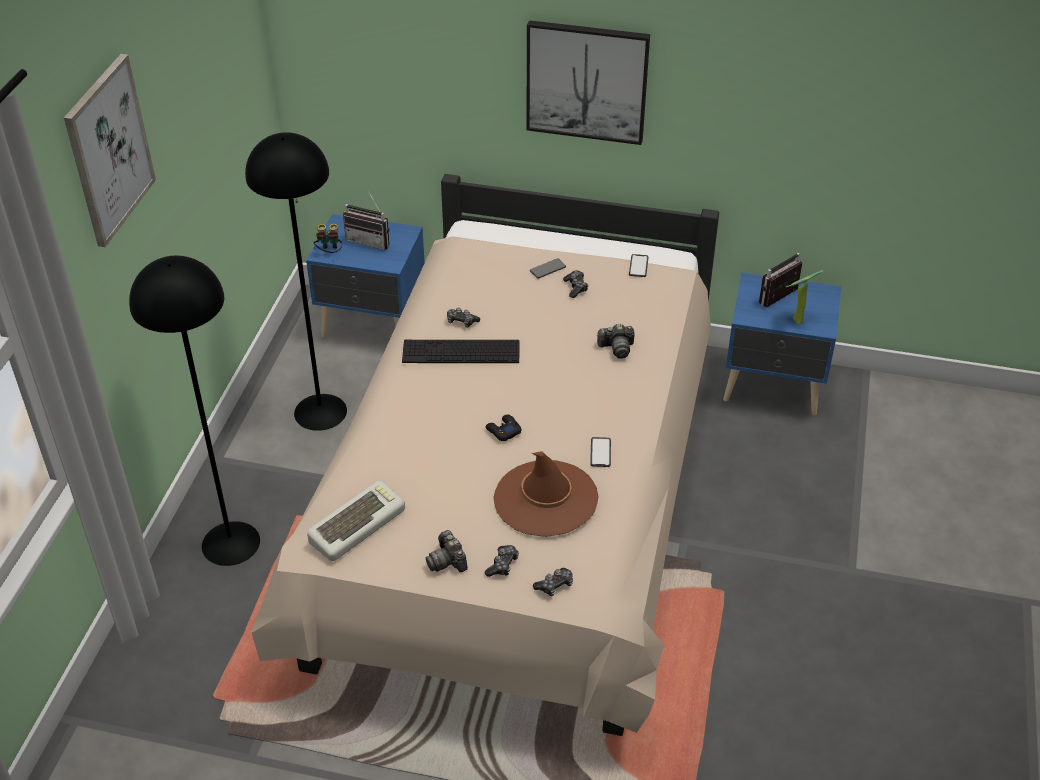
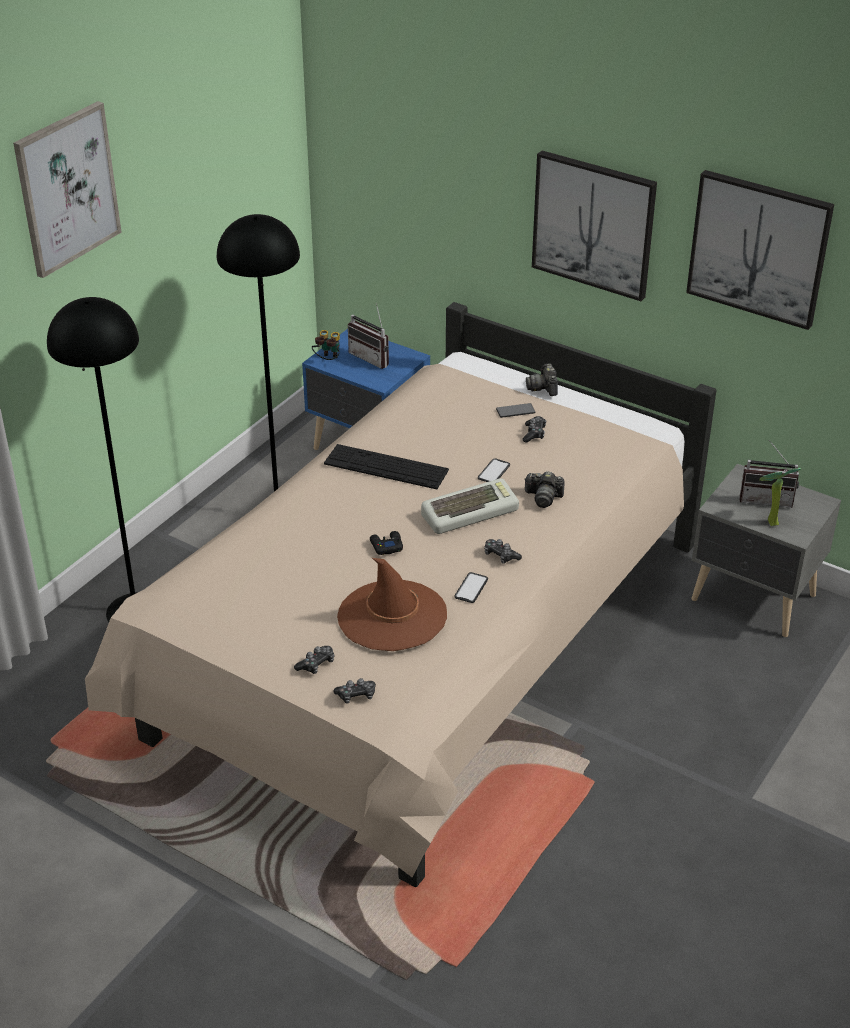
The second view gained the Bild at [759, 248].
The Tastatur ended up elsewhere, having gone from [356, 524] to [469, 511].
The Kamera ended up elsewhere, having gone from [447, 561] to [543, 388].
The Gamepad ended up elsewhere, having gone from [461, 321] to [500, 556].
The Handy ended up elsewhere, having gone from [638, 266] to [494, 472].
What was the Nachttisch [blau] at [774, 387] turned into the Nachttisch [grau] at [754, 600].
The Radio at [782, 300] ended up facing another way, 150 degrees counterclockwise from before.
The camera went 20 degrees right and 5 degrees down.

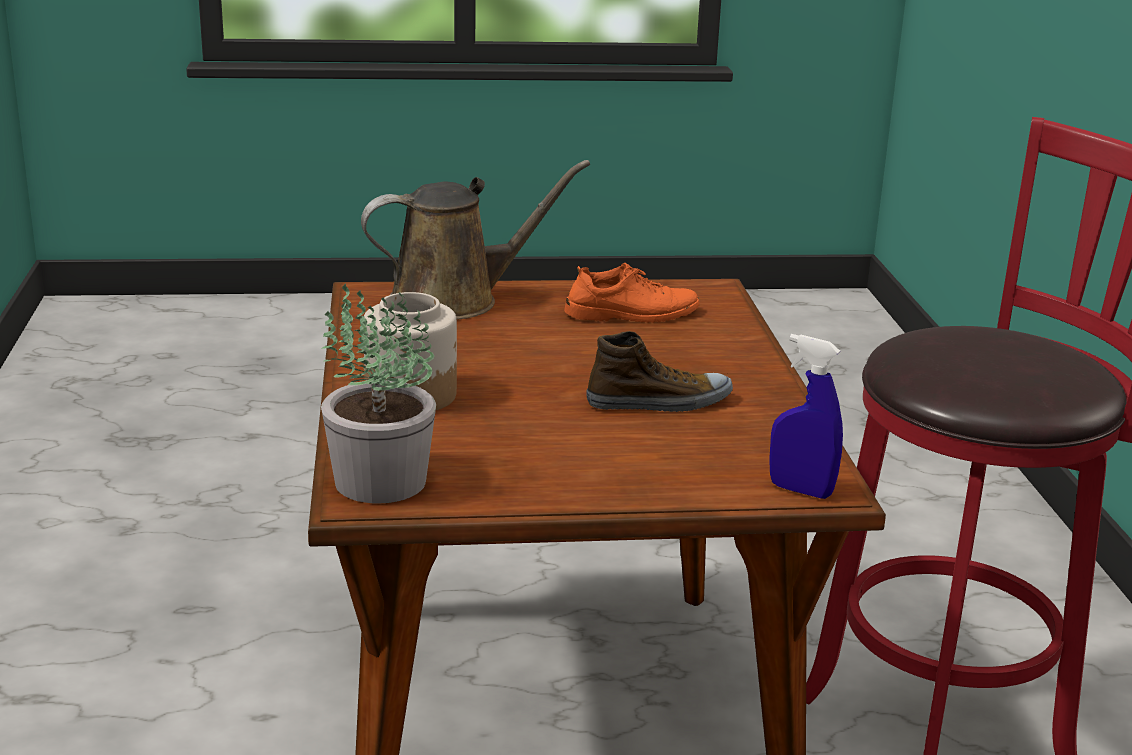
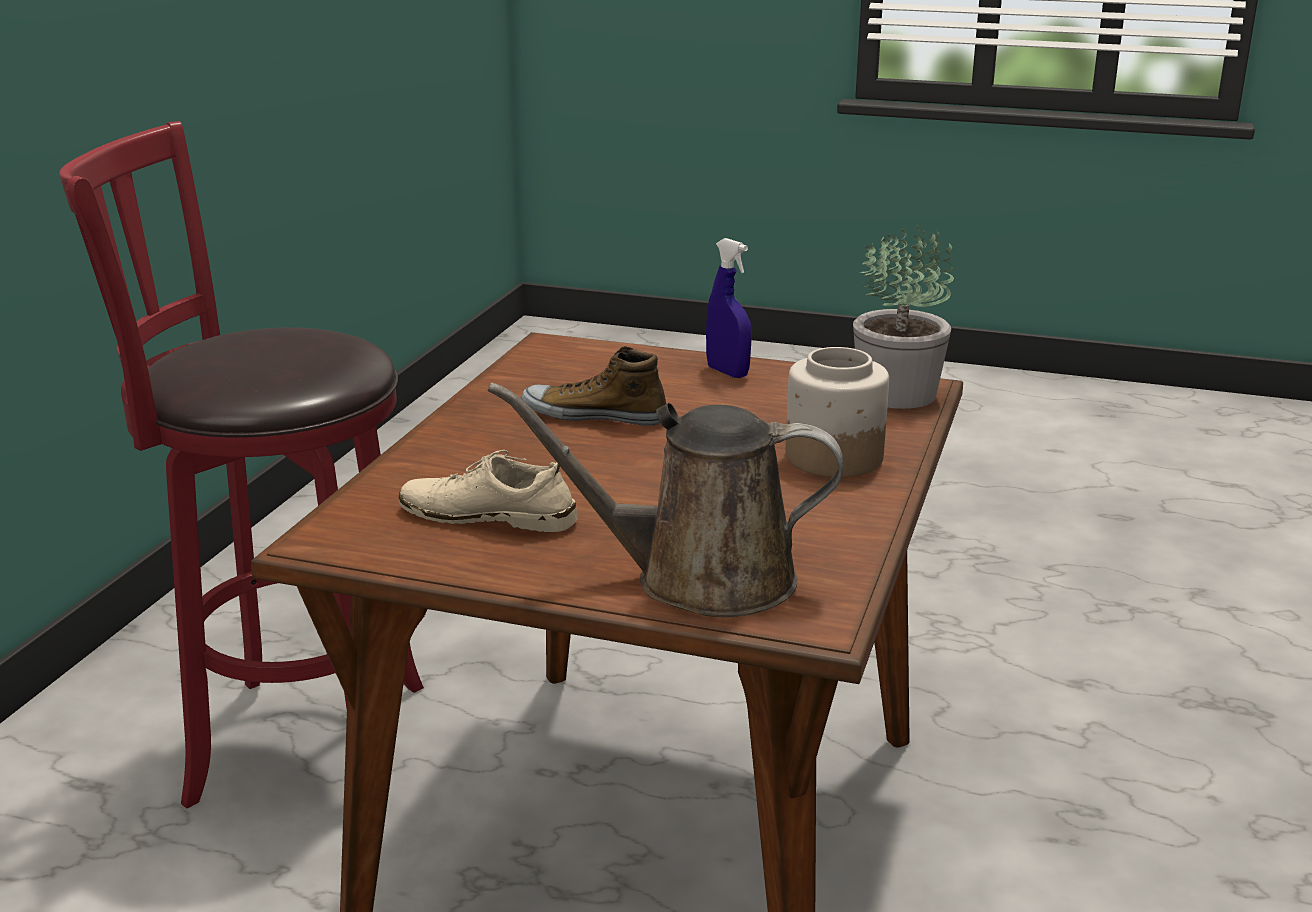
The Sprühflasche [blau] ended up elsewhere, having gone from [800, 490] to [727, 372].
What was the Schuh [orange] at [632, 314] turned into the Schuh [beige] at [488, 515].
The camera went 155 degrees left and 0 degrees up.

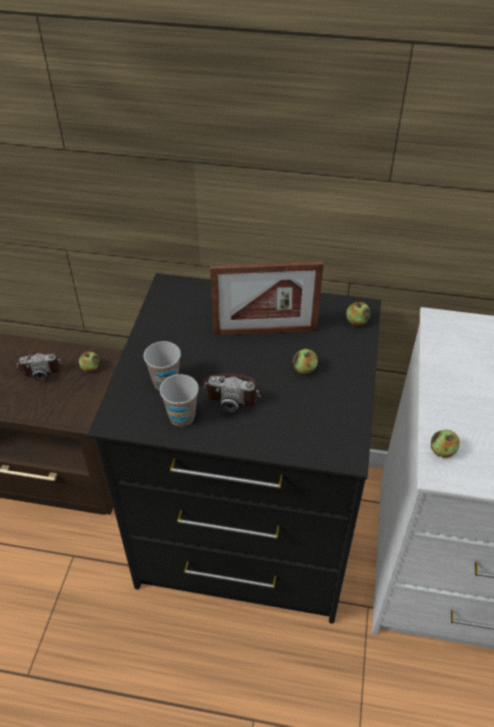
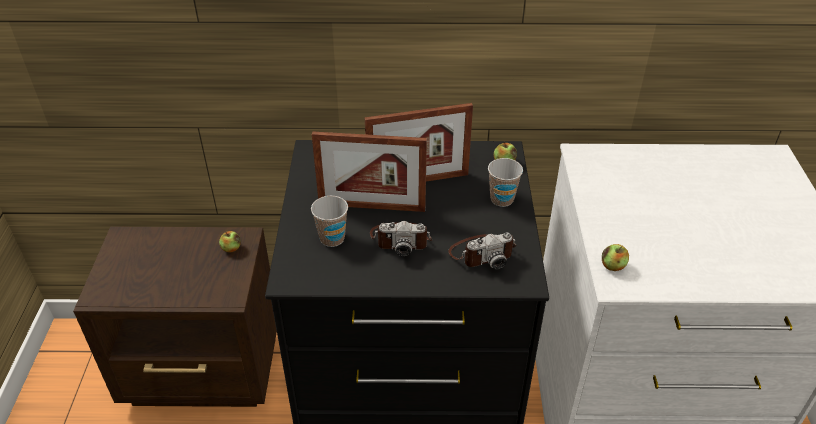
The second view lost the Apfel at [304, 369].
The second view gained the Bilderrahmen at [371, 207].
The Kamera ended up elsewhere, having gone from [40, 367] to [482, 253].
The Tasse ended up elsewhere, having gone from [182, 417] to [502, 199].
The camera went 10 degrees left and 5 degrees down.

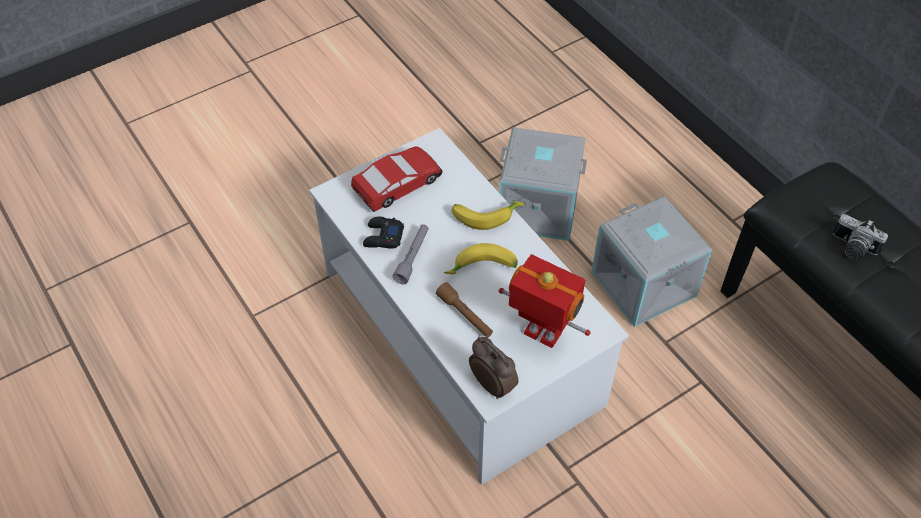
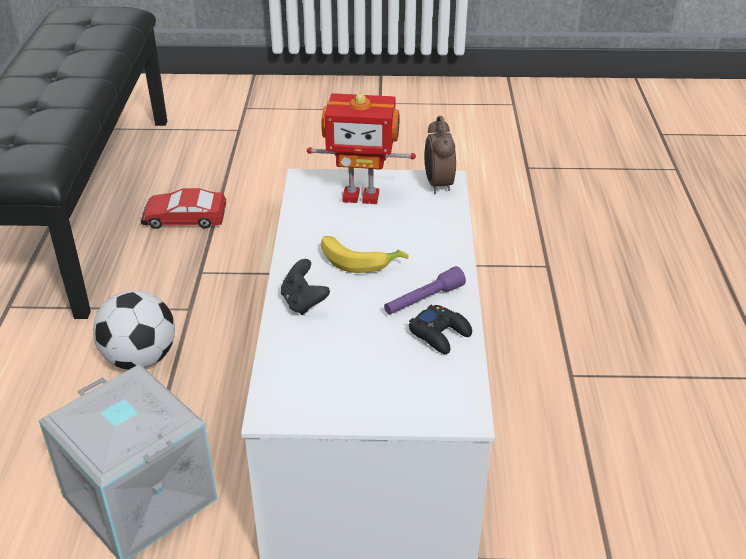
The second view lost the Taschenlampe [braun] at [465, 315].
The second view lost the Kamera at [852, 248].
The Spielzeugauto ended up elsewhere, having gone from [398, 184] to [184, 218].
Where the Banane stood at [485, 215], the Gamepad [schwarz] came to stand at [303, 302].
Where the Aufbewahrungsbox [grau] stood at [645, 283], the Fußball came to stand at [140, 359].
What was the Taschenlampe [grau] at [412, 257] turned into the Taschenlampe [lila] at [423, 300].
The Spielzeugroboter at [541, 335] ended up facing another way, 60 degrees counterclockwise from before.
The camera went 145 degrees left and 15 degrees down.

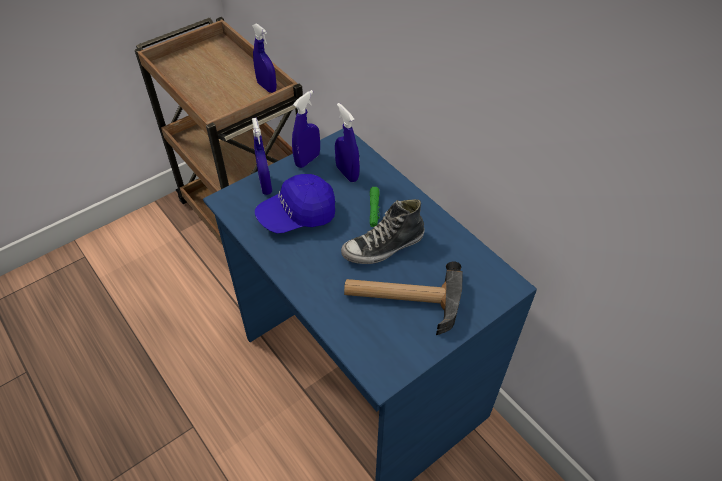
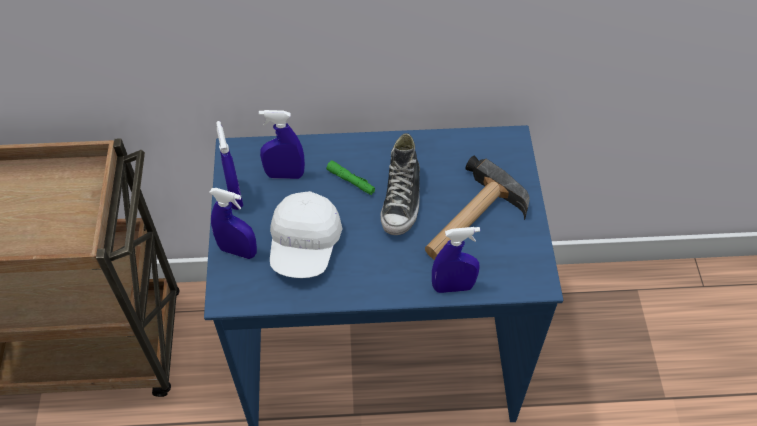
The Sprühflasche [blau] ended up elsewhere, having gone from [267, 87] to [453, 287].
What was the Kappe [blau] at [297, 215] turned into the Kappe [weiß] at [305, 245].
The camera went 55 degrees left and 5 degrees up.

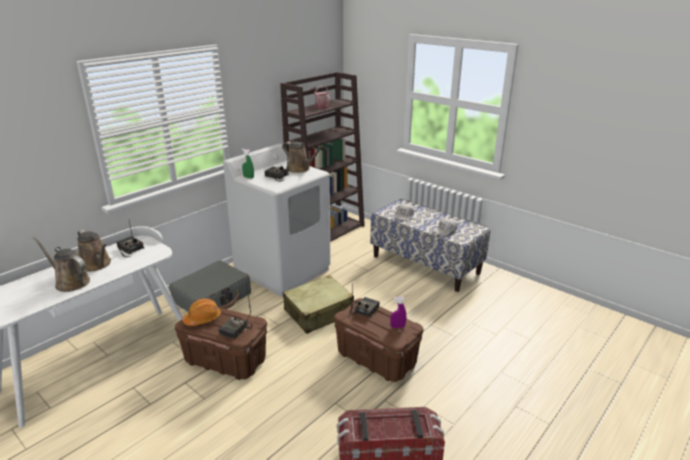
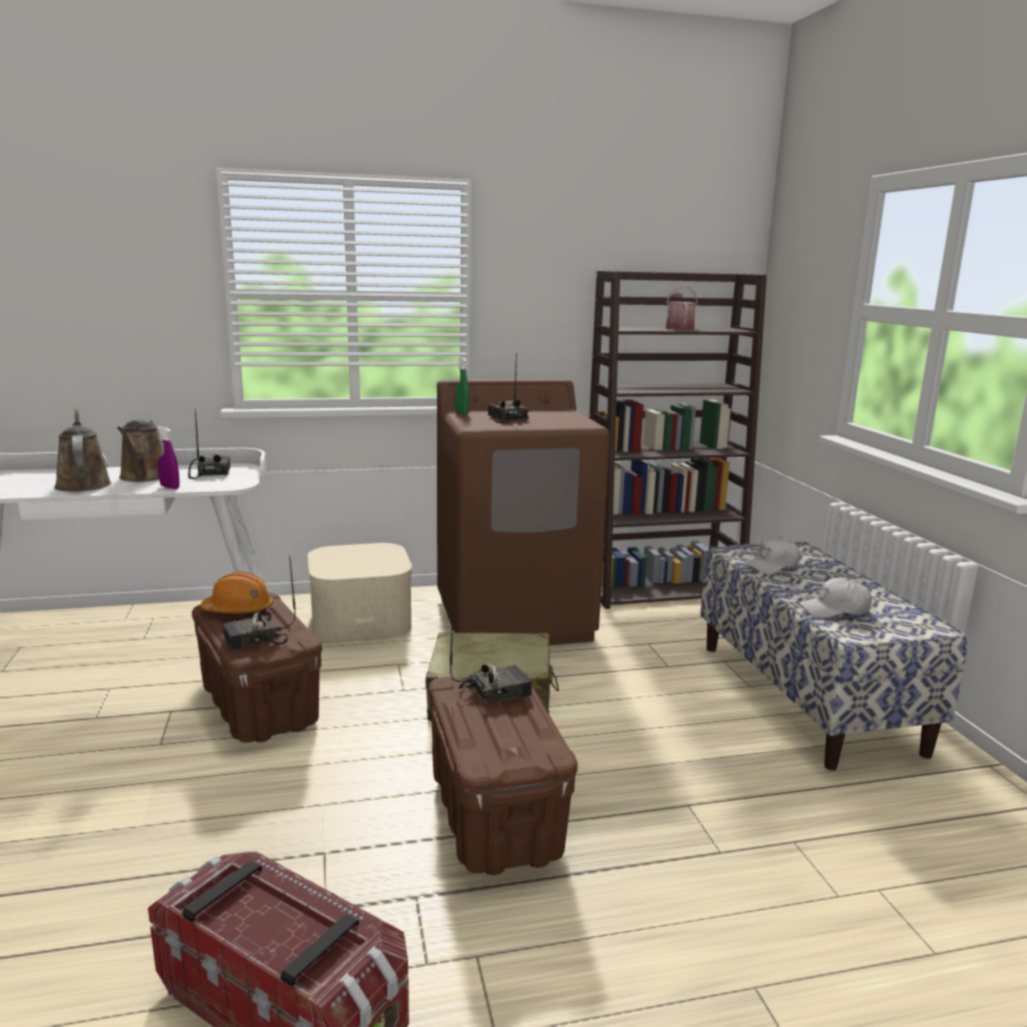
The second view lost the Gießkanne [braun] at [300, 169].
The Sprühflasche [lila] ended up elsewhere, having gone from [397, 327] to [170, 487].
Where the Koffer [grau] stood at [212, 298], the Aufbewahrungsbox [beige] came to stand at [361, 619].
What was the Waschmaschine [weiß] at [283, 270] turned into the Waschmaschine [braun] at [515, 618].
The camera went 35 degrees right and 10 degrees down.

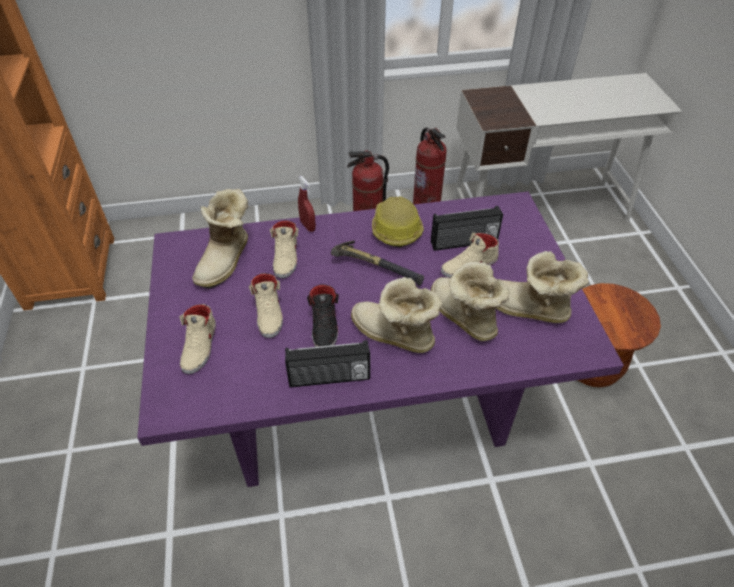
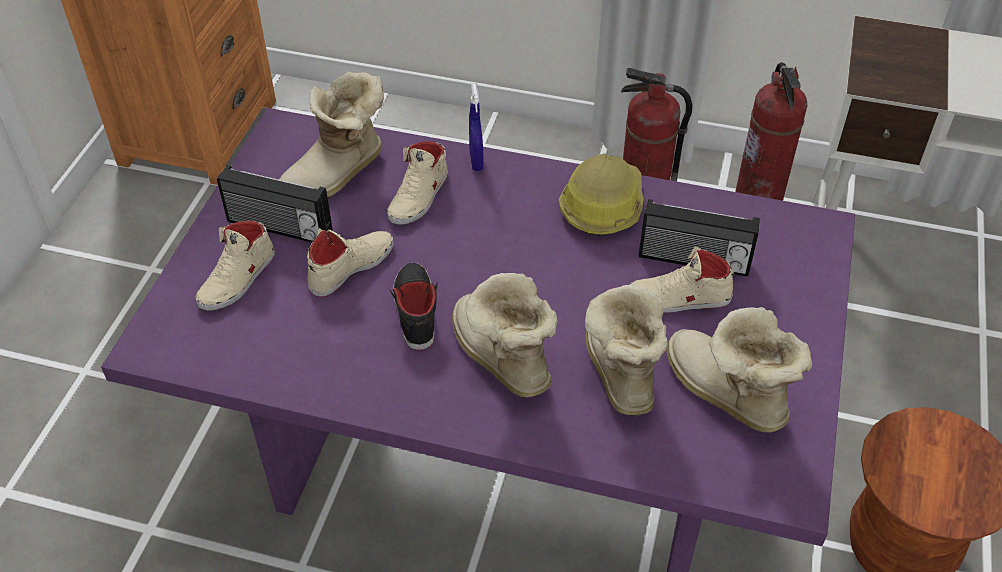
The second view lost the Hammer at [377, 267].
The Radio ended up elsewhere, having gone from [329, 378] to [279, 228].
What was the Sprühflasche [rot] at [308, 226] turned into the Sprühflasche [blau] at [476, 161].
The Schuh [beige] at [269, 313] ended up facing another way, 150 degrees counterclockwise from before.
The Schuh [schwarz] at [325, 325] ended up facing another way, 150 degrees clockwise from before.
The camera went 25 degrees right and 0 degrees up.

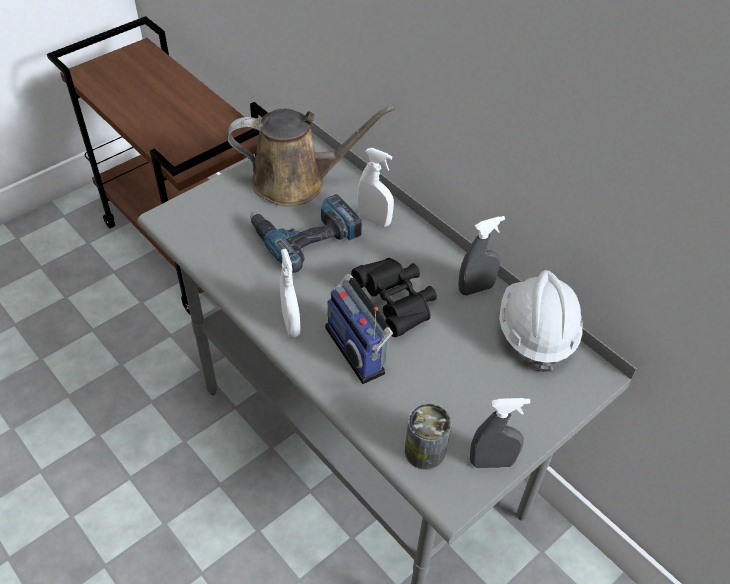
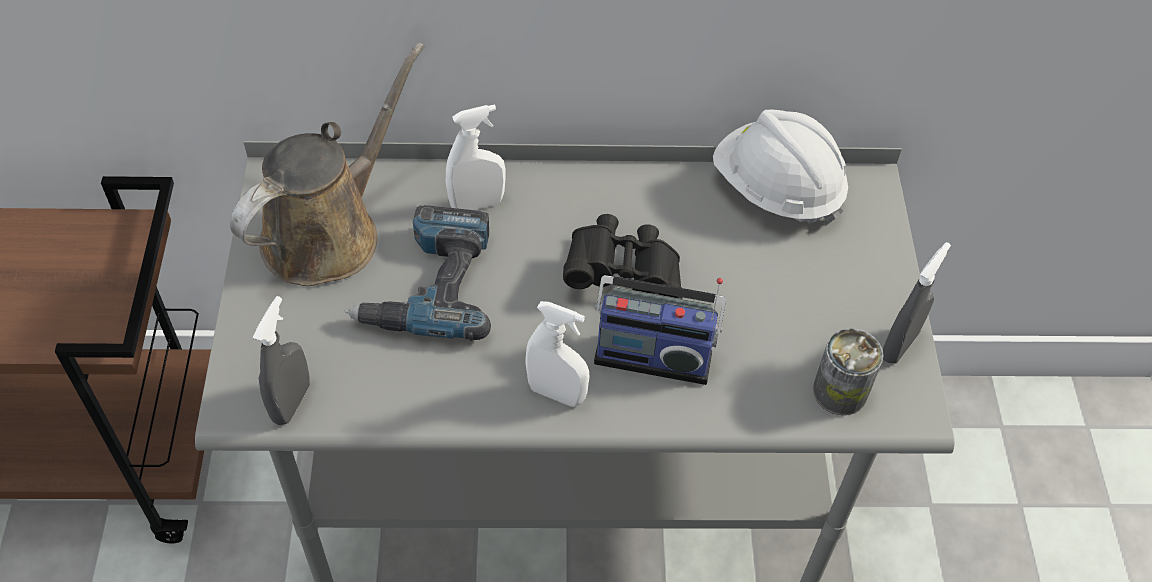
The Sprühflasche [grau] ended up elsewhere, having gone from [475, 289] to [291, 402].
The camera went 50 degrees left and 5 degrees up.

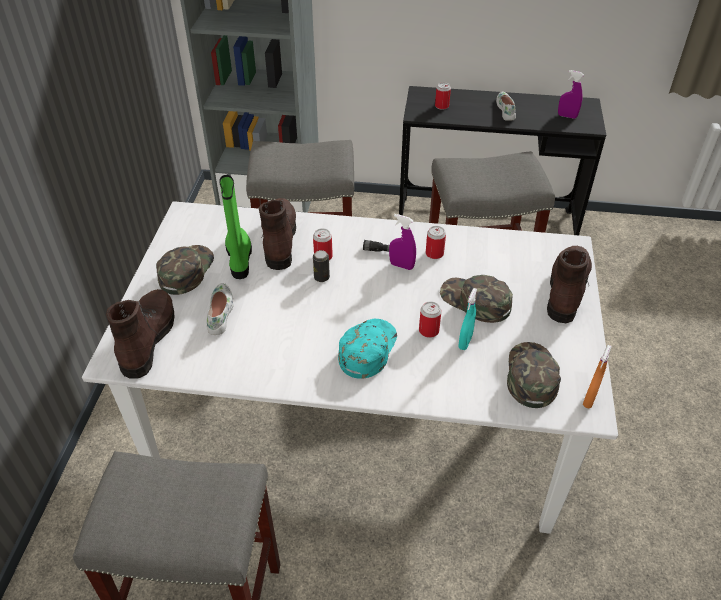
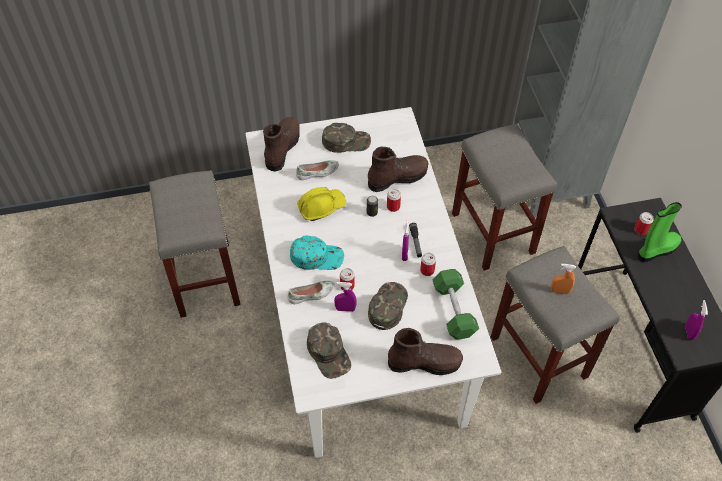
The second view gained the Schutzhelm [gelb] at [321, 207].
The second view gained the Hantel [grün] at [454, 310].
The Stiefel [grün] ended up elsewhere, having gone from [239, 258] to [656, 250].
The Schuh [weiß] ended up elsewhere, having gone from [506, 109] to [311, 294].
The Sprühflasche [orange] ended up elsewhere, having gone from [589, 399] to [559, 291].
What was the Sprühflasche [türkis] at [465, 342] turned into the Sprühflasche [lila] at [345, 309].
The Stiefel [braun] at [148, 340] ended up facing another way, 60 degrees counterclockwise from before.
The Kappe [grün] at [530, 376] ended up facing another way, 75 degrees clockwise from before.
The camera went 70 degrees right and 10 degrees up.

